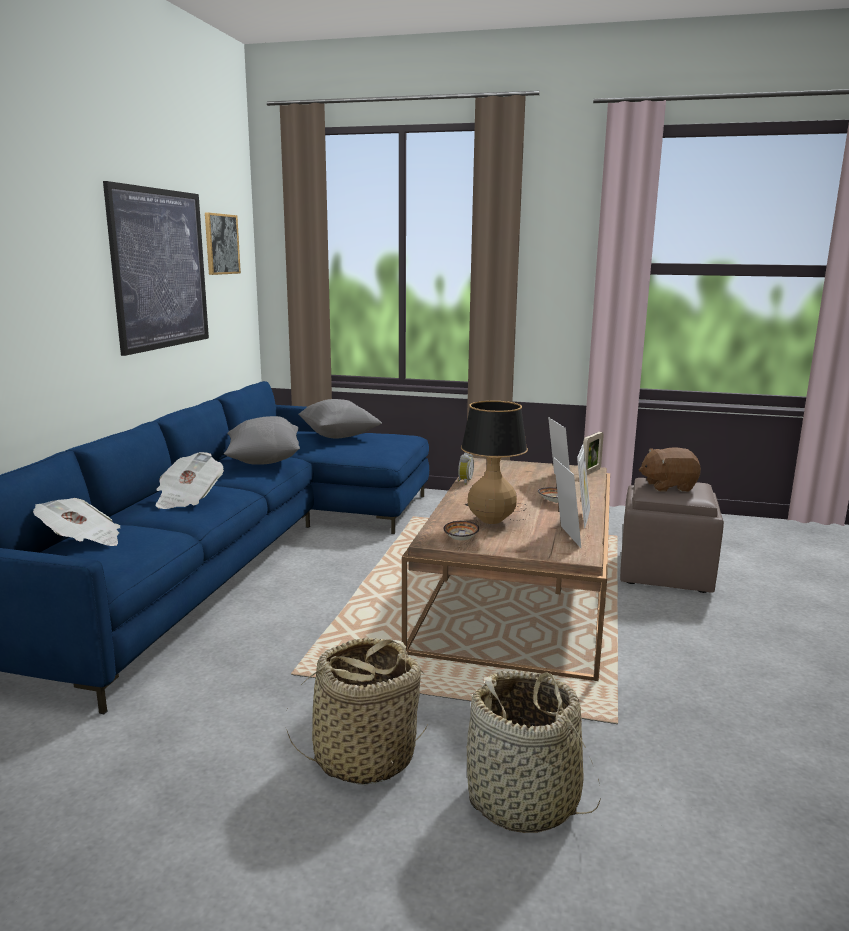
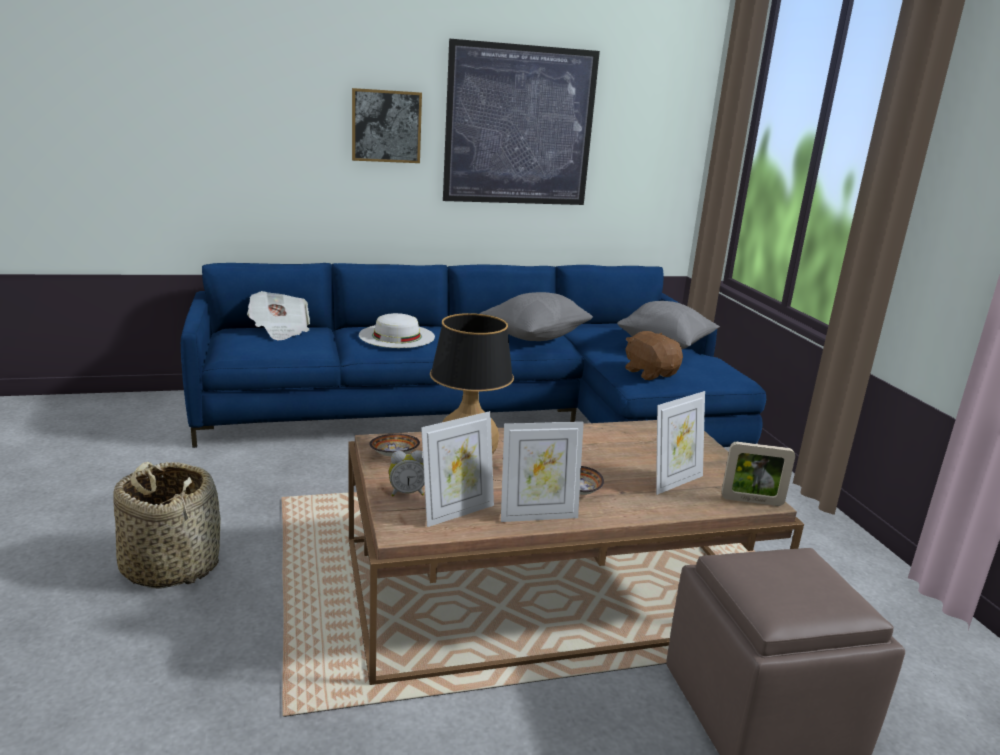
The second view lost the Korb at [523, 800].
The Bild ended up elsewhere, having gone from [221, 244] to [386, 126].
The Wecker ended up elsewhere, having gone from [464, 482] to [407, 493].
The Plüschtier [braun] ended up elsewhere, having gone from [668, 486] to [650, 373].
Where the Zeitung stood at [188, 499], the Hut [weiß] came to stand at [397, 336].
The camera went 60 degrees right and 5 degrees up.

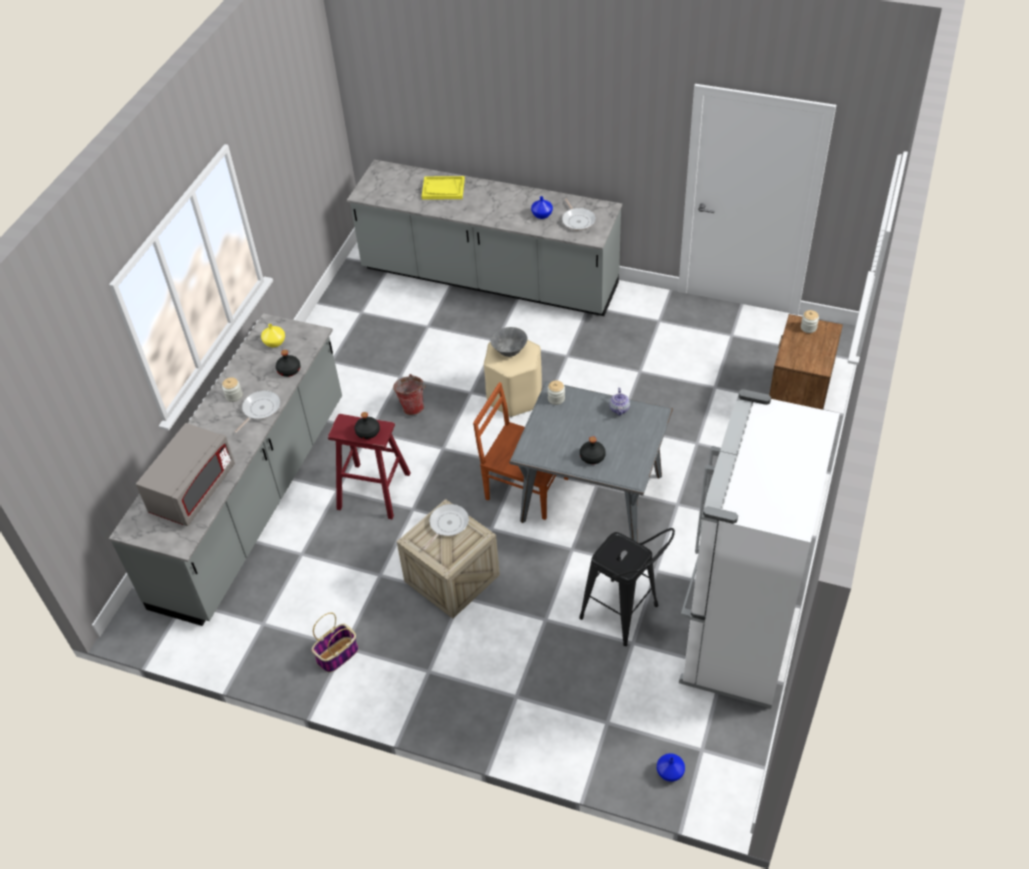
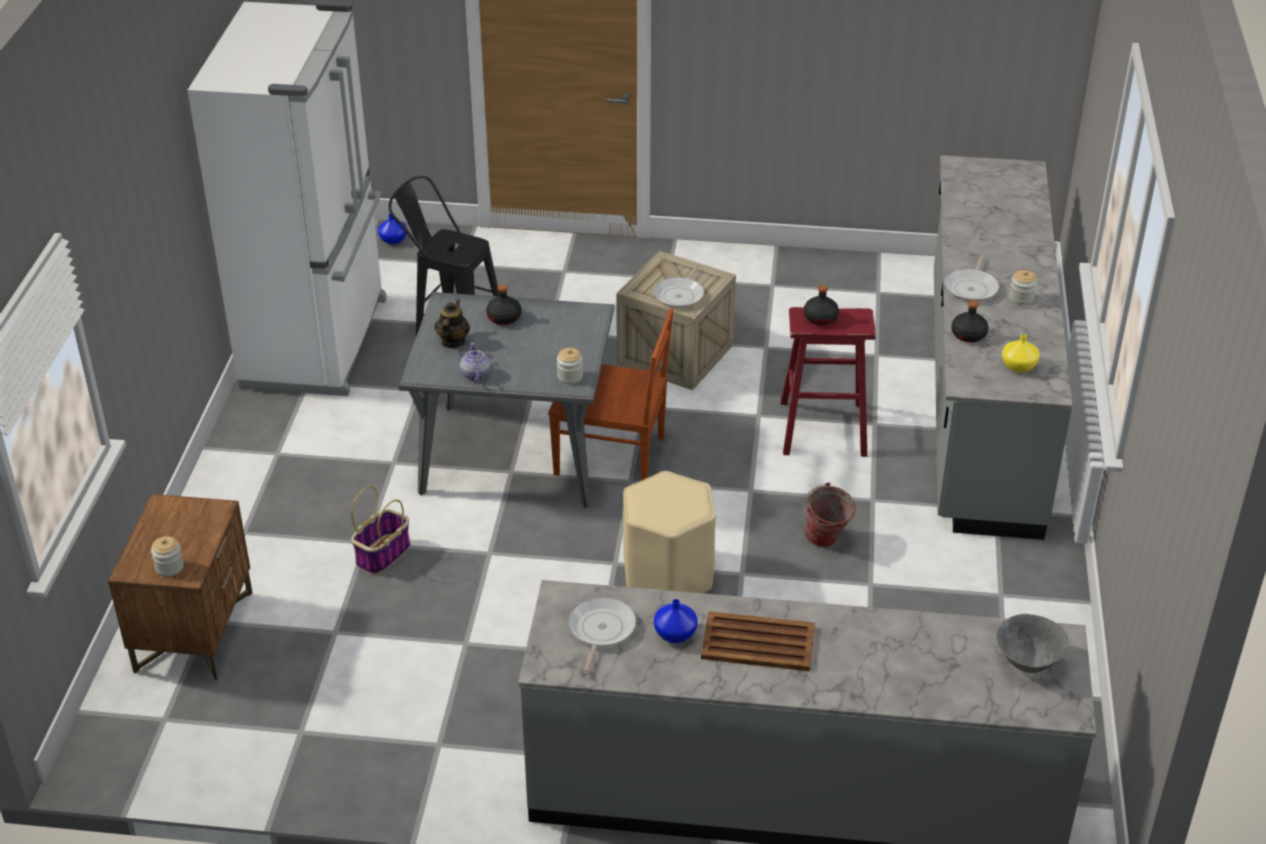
The second view lost the Mikrowelle [grau] at [193, 490].
The second view lost the Tablett [gelb] at [443, 189].
The second view gained the Teekanne at [452, 342].
The second view gained the Tablett [braun] at [759, 643].
The Korb ended up elsewhere, having gone from [337, 655] to [383, 554].
The Schüssel [grau] ended up elsewhere, having gone from [509, 352] to [1027, 663].
The Pfanne at [578, 220] ended up facing another way, 45 degrees clockwise from before.
The camera went 165 degrees right and 10 degrees down.

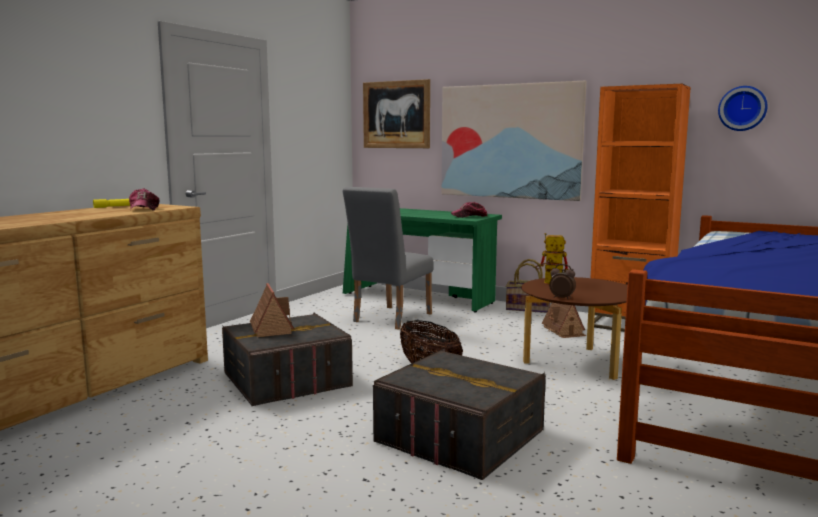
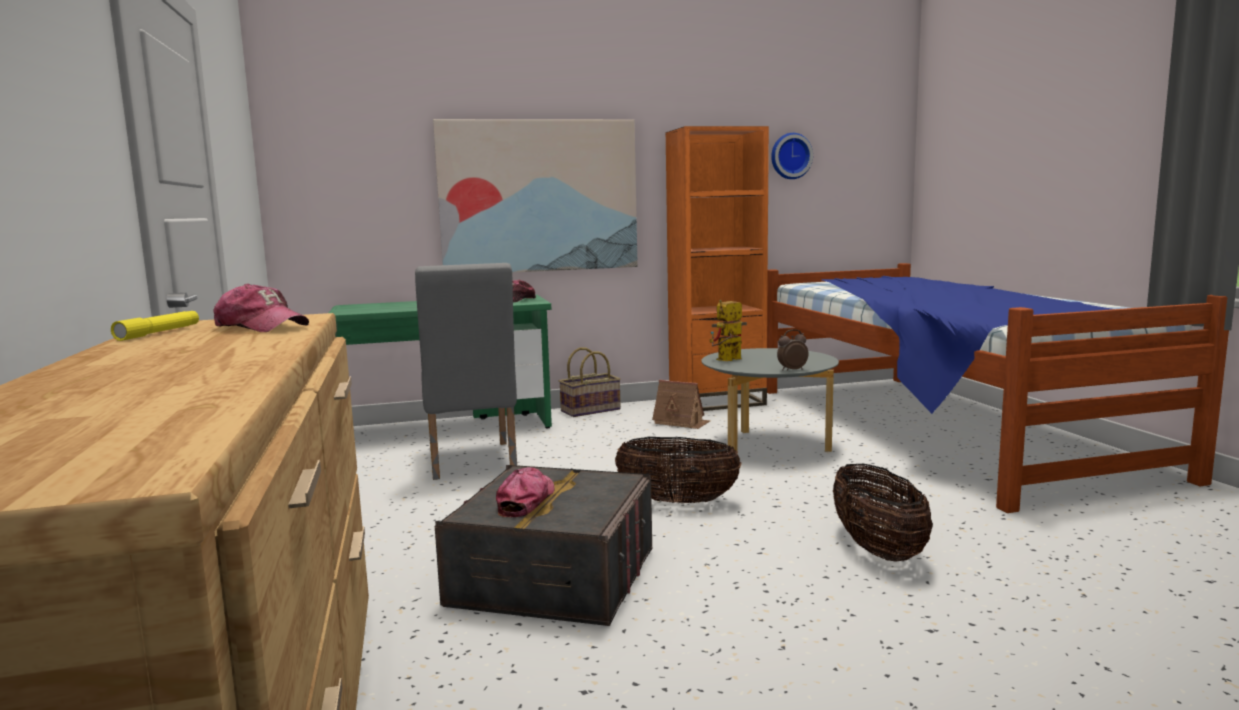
The second view lost the Bild at [396, 114].
Where the Spielzeughaus stood at [271, 329], the Kappe came to stand at [526, 501].
Where the Aufbewahrungsbox [grau] stood at [460, 437], the Korb came to stand at [877, 549].
What was the Couchtisch [braun] at [575, 362] turned into the Couchtisch [grau] at [768, 447].
The camera went 45 degrees left and 0 degrees up.

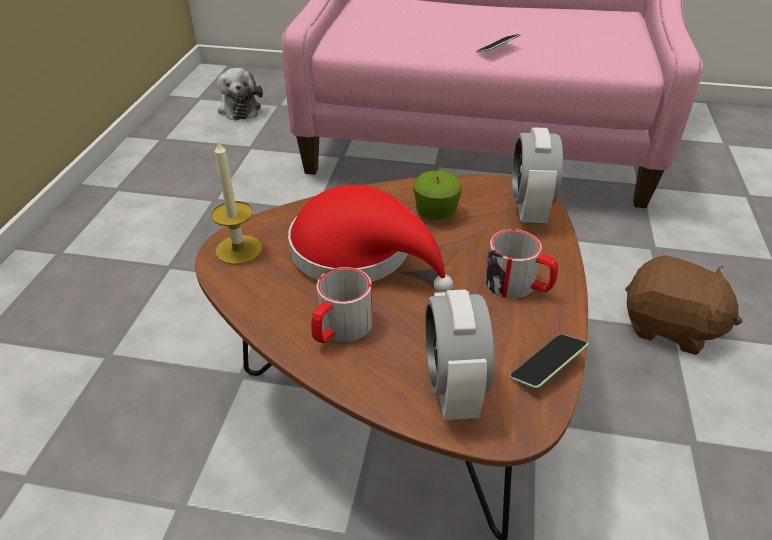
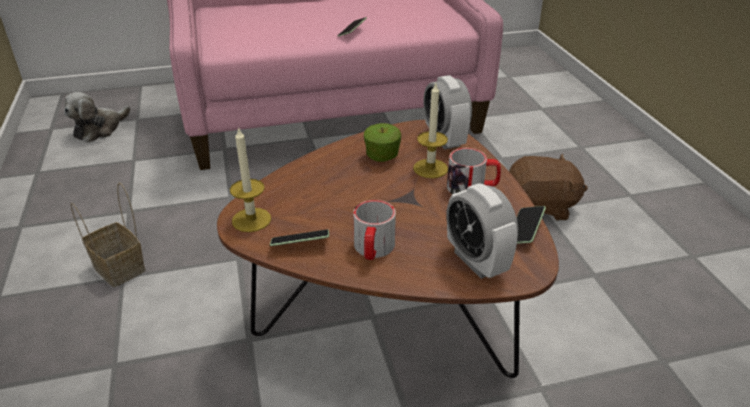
The second view lost the Hut [rot] at [360, 254].
The second view gained the Korb at [121, 268].
The second view gained the Handy at [300, 244].
The second view gained the Kerze at [430, 168].
The Plüschtier at [239, 108] ended up facing another way, 75 degrees clockwise from before.
The camera went 25 degrees left and 5 degrees down.

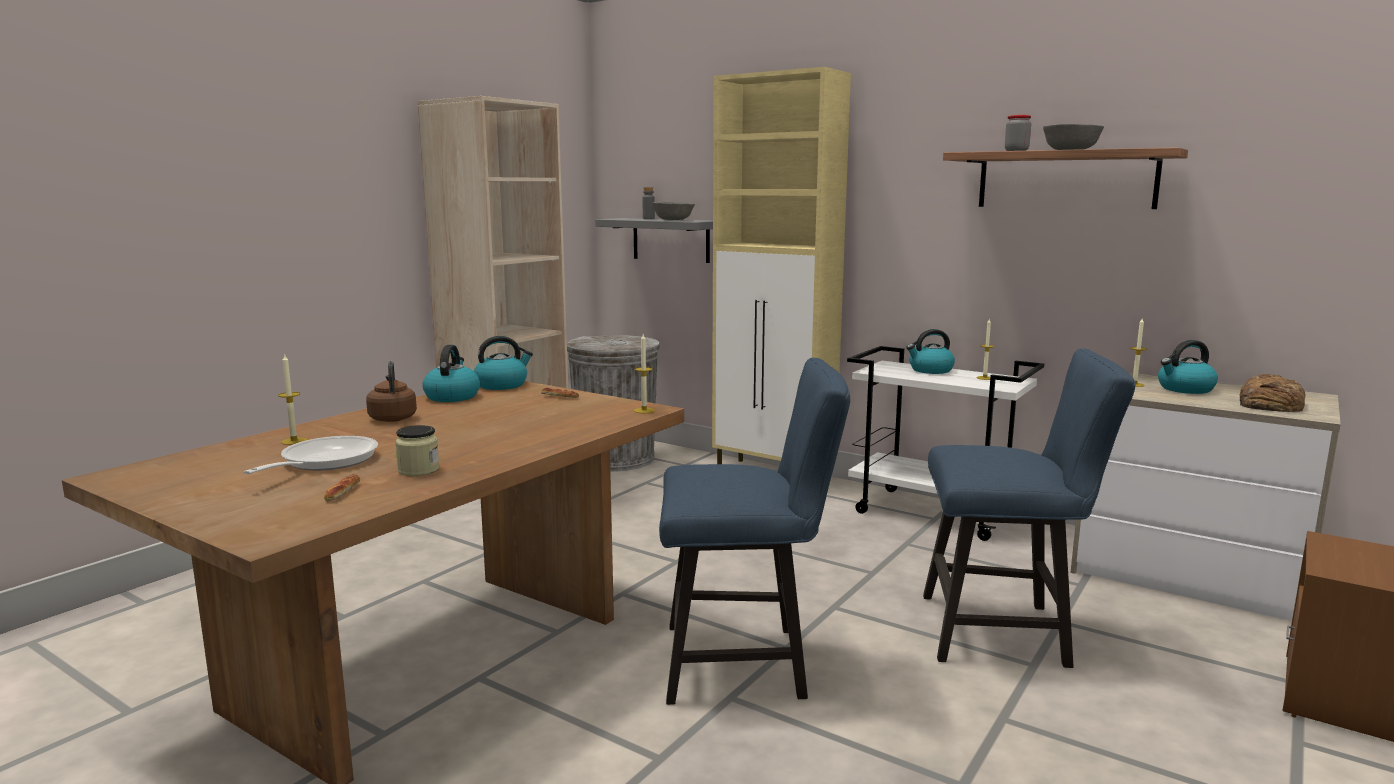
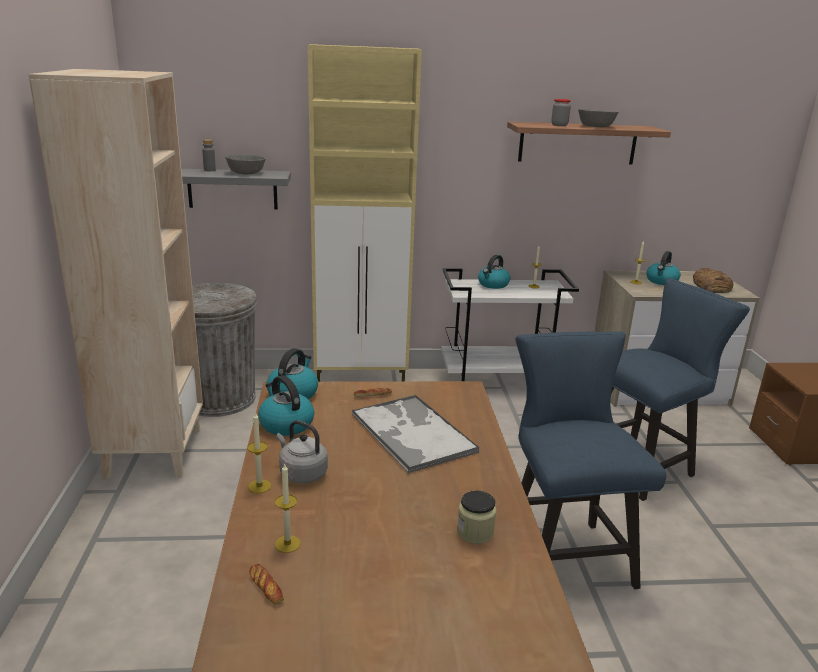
The second view lost the Pfanne at [323, 462].
The second view gained the Tablett at [411, 433].
The Brot ended up elsewhere, having gone from [343, 492] to [266, 587].
The Kerze ended up elsewhere, having gone from [644, 410] to [259, 486].
What was the Wasserkessel [braun] at [393, 418] turned into the Wasserkessel [grau] at [301, 473].
The Stuhl [blau] at [747, 662] ended up facing another way, 60 degrees counterclockwise from before.
The camera went 40 degrees left and 10 degrees up.

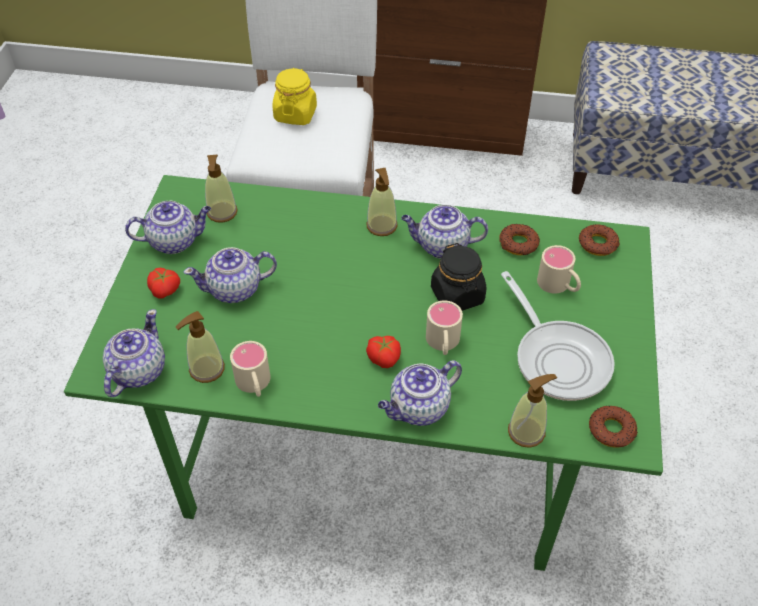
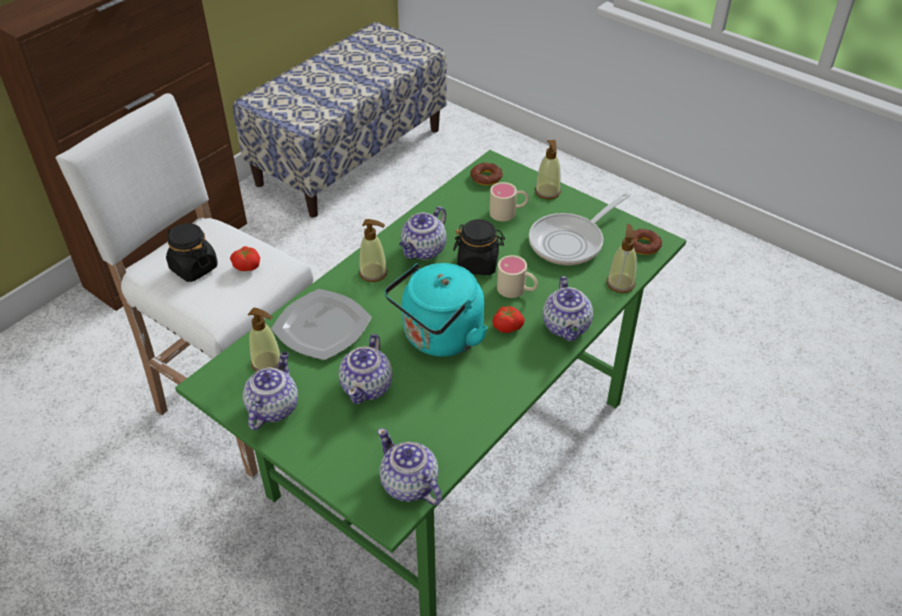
The second view lost the Henkelbecher [beige] at [254, 384].
The second view lost the Donut at [518, 243].
The second view gained the Teller at [323, 326].
The second view gained the Wasserkessel [türkis] at [439, 338].
The Tomate ended up elsewhere, having gone from [165, 289] to [247, 265].
The Seifenspender ended up elsewhere, having gone from [206, 369] to [547, 192].
What was the Vorratsglas [gelb] at [295, 114] turned into the Vorratsglas [schwarz] at [193, 268].
The Pfanne at [558, 358] ended up facing another way, 135 degrees clockwise from before.
The camera went 60 degrees left and 5 degrees down.

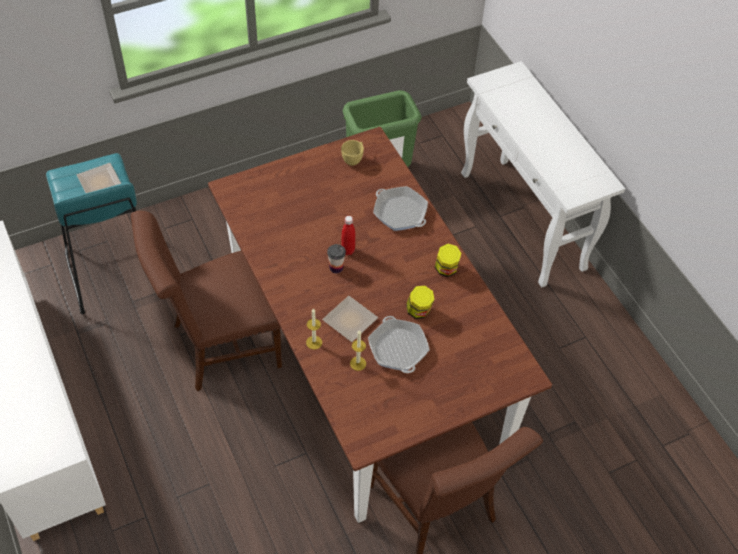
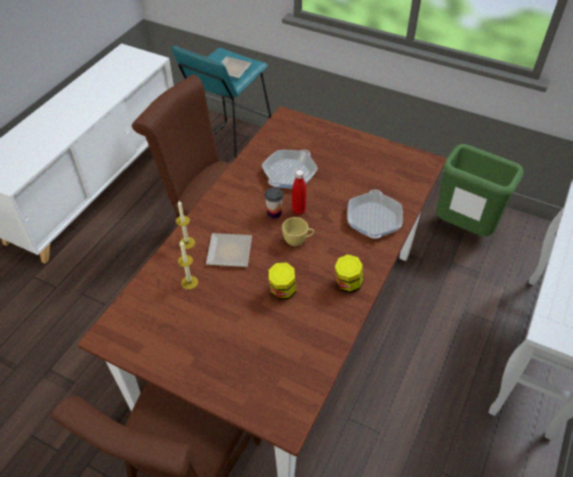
The Tasse [gelb] ended up elsewhere, having gone from [353, 159] to [298, 241].
The Pfanne ended up elsewhere, having gone from [398, 348] to [289, 173].
The camera went 55 degrees right and 5 degrees down.

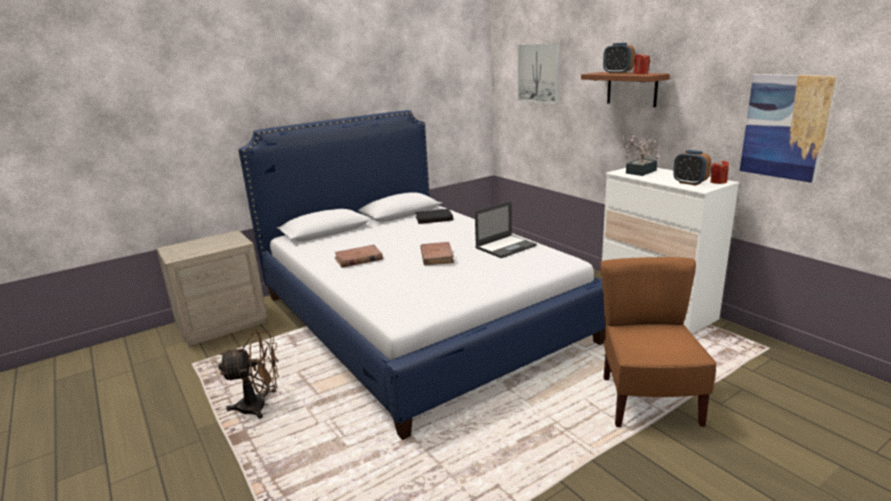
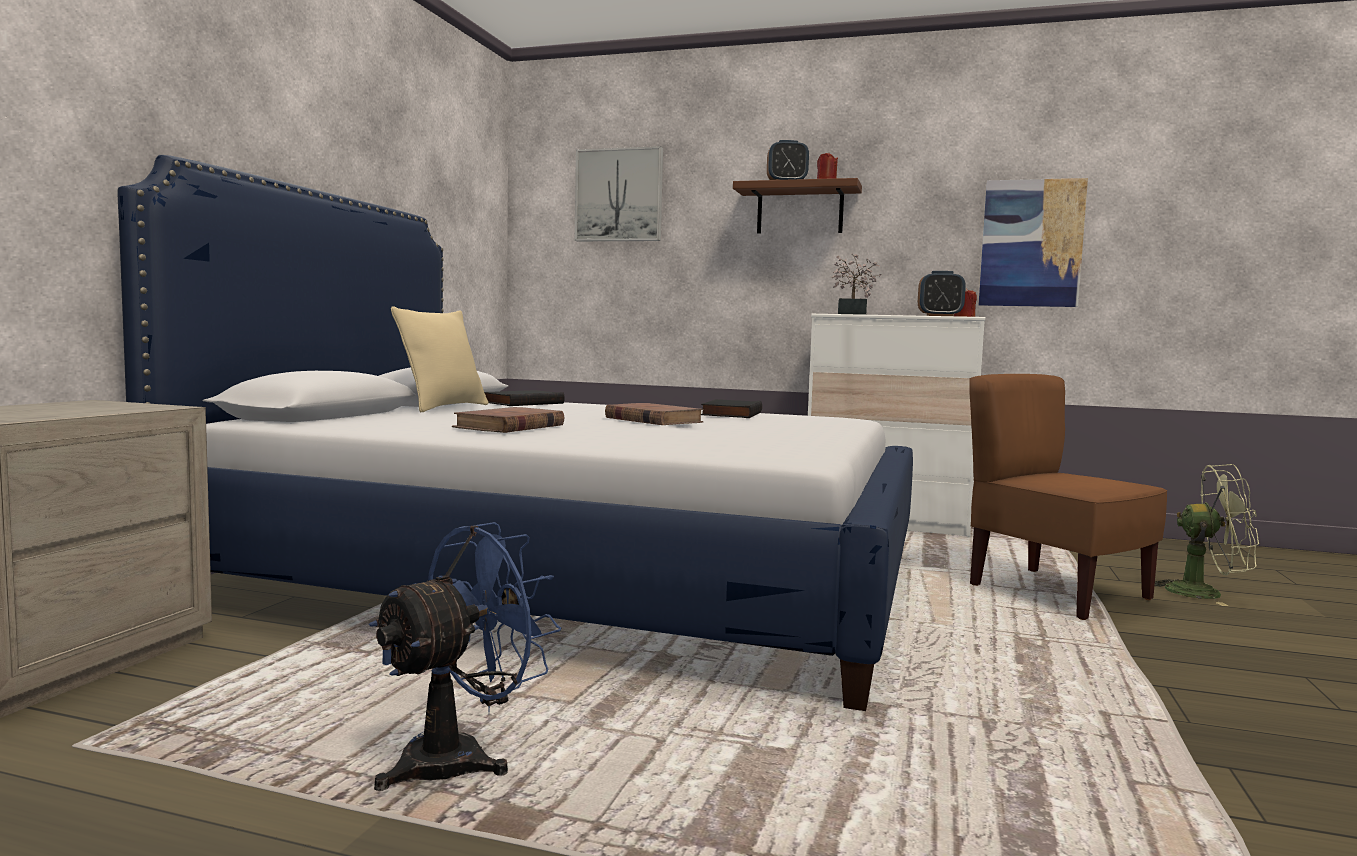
The second view gained the Kissen [beige] at [444, 407].
The second view gained the Ventilator [grün] at [1205, 593].
Where the Laptop stood at [506, 246], the Buch [schwarz] came to stand at [730, 414].
What was the Ventilator [braun] at [260, 406] turned into the Ventilator [blau] at [461, 758].
The camera went 40 degrees left and 15 degrees down.

